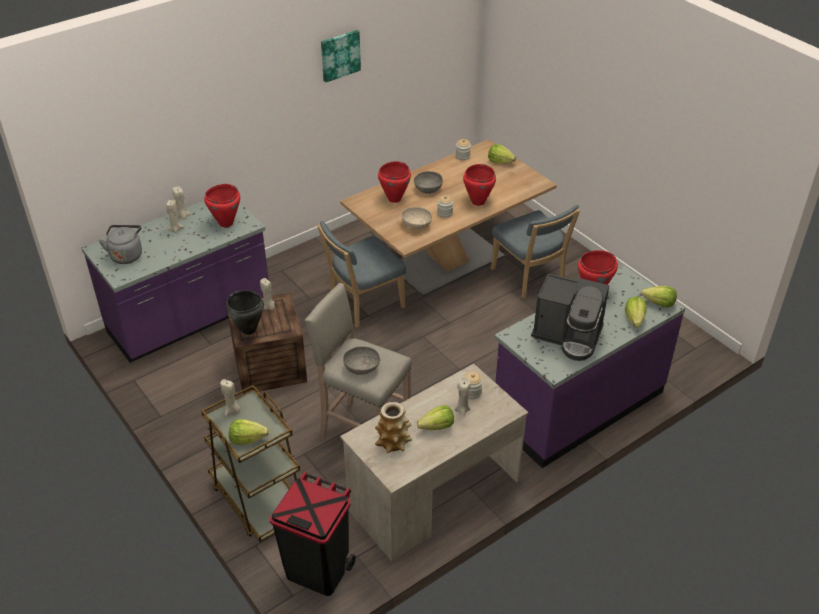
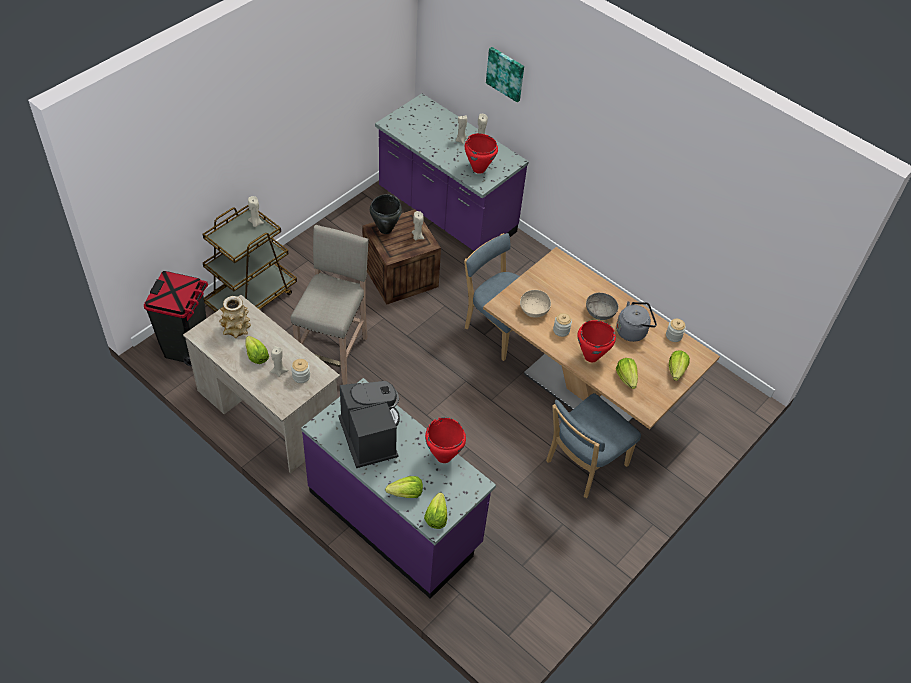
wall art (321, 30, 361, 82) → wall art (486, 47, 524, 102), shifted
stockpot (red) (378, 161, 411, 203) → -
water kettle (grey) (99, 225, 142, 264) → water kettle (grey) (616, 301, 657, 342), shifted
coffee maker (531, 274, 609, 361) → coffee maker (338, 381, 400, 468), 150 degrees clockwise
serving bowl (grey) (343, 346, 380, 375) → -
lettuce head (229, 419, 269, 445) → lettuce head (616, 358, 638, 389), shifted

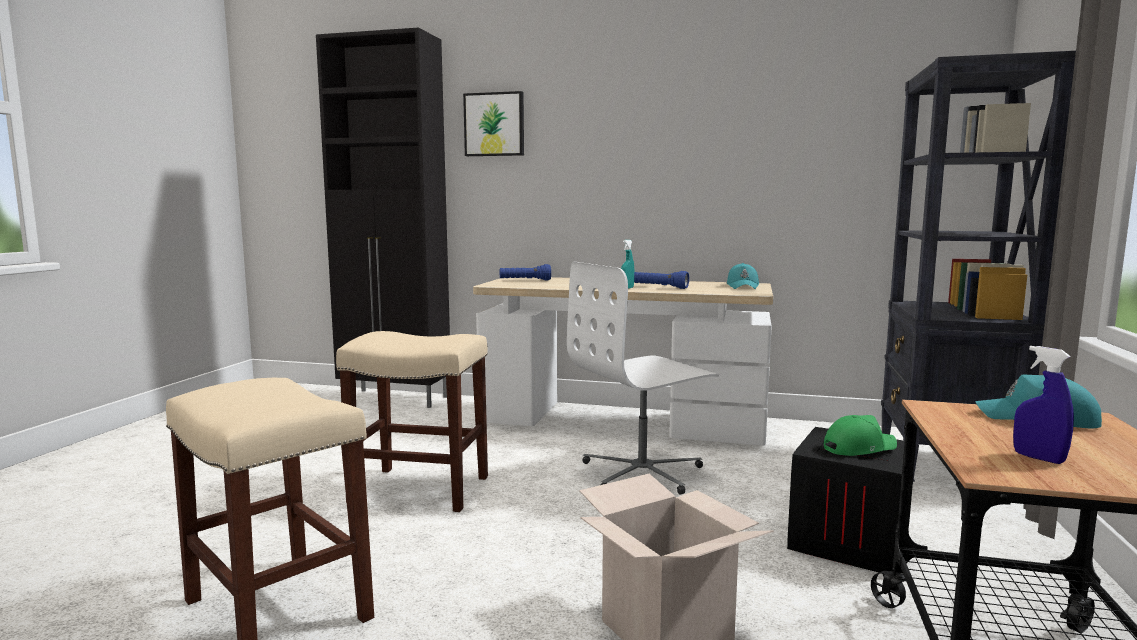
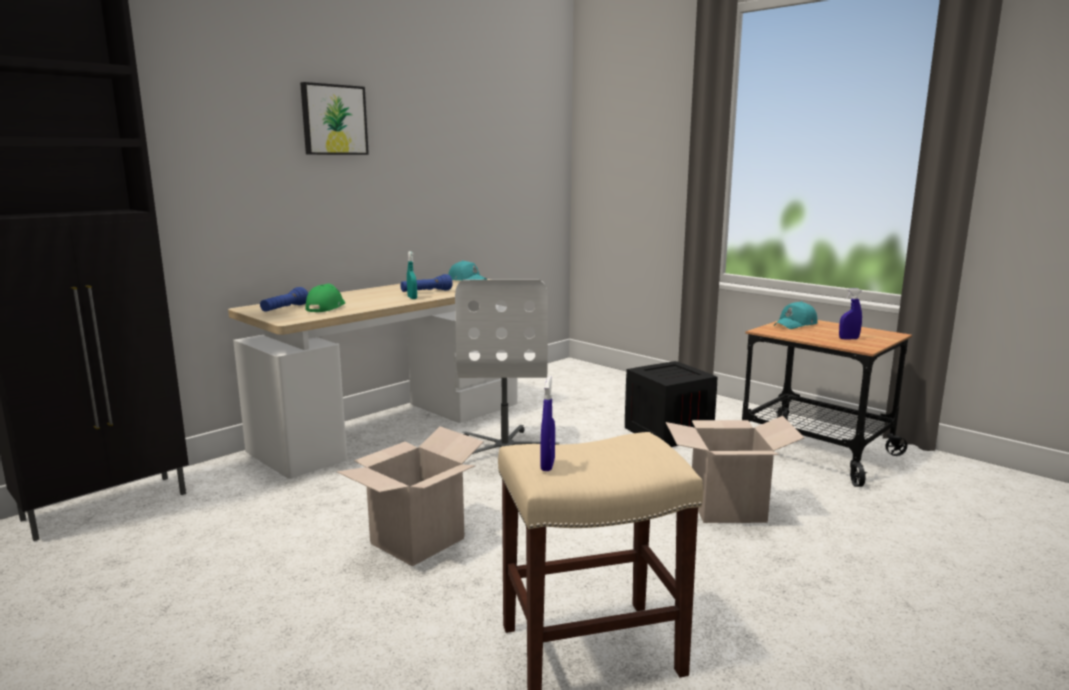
bookshelf (black) (881, 51, 1076, 482) → -
wall art (463, 91, 524, 156) → wall art (300, 82, 369, 155), shifted
stool (sand-coloured) (336, 331, 488, 512) → packing box (337, 426, 483, 567)
cap (green) (824, 415, 897, 456) → cap (green) (305, 284, 345, 312), shifted
- → spray bottle (blue) (540, 376, 555, 471)

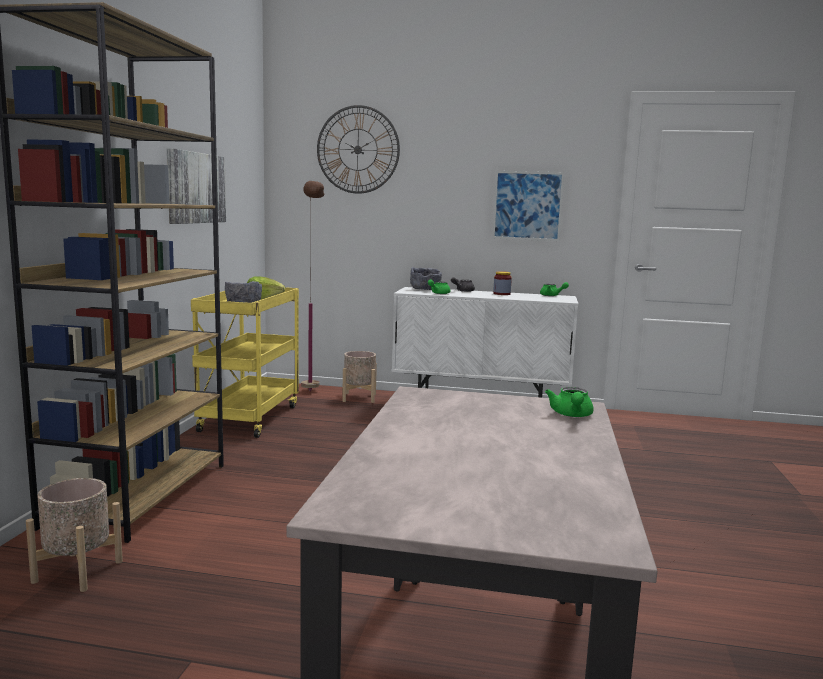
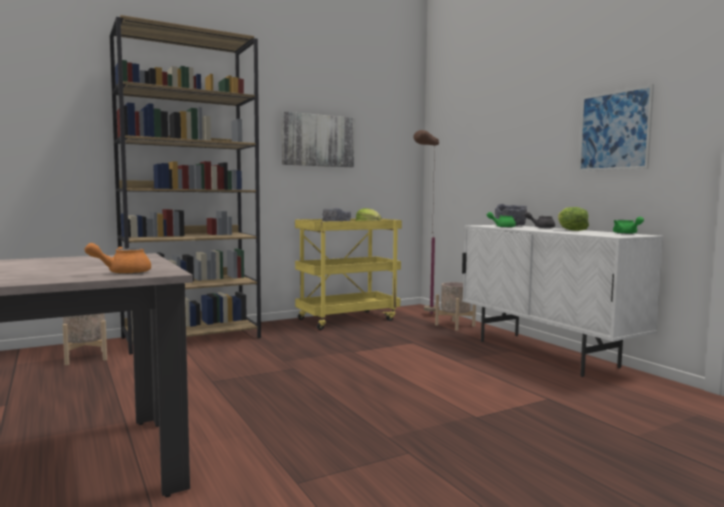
wall clock (317, 105, 400, 194) → -
jar (493, 271, 512, 295) → lettuce head (558, 207, 589, 231)
tea pot (green) (545, 387, 594, 417) → tea pot (orangey) (84, 243, 151, 274)

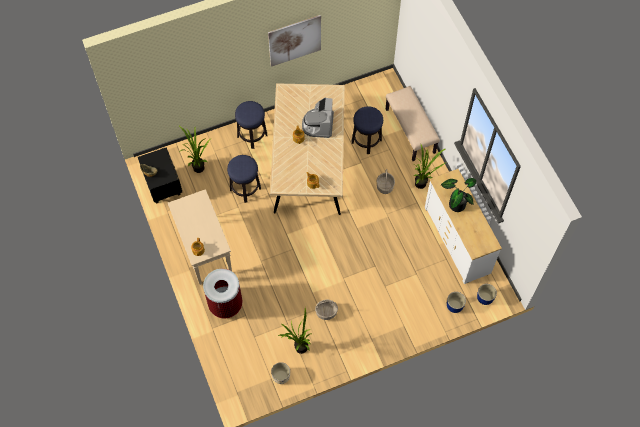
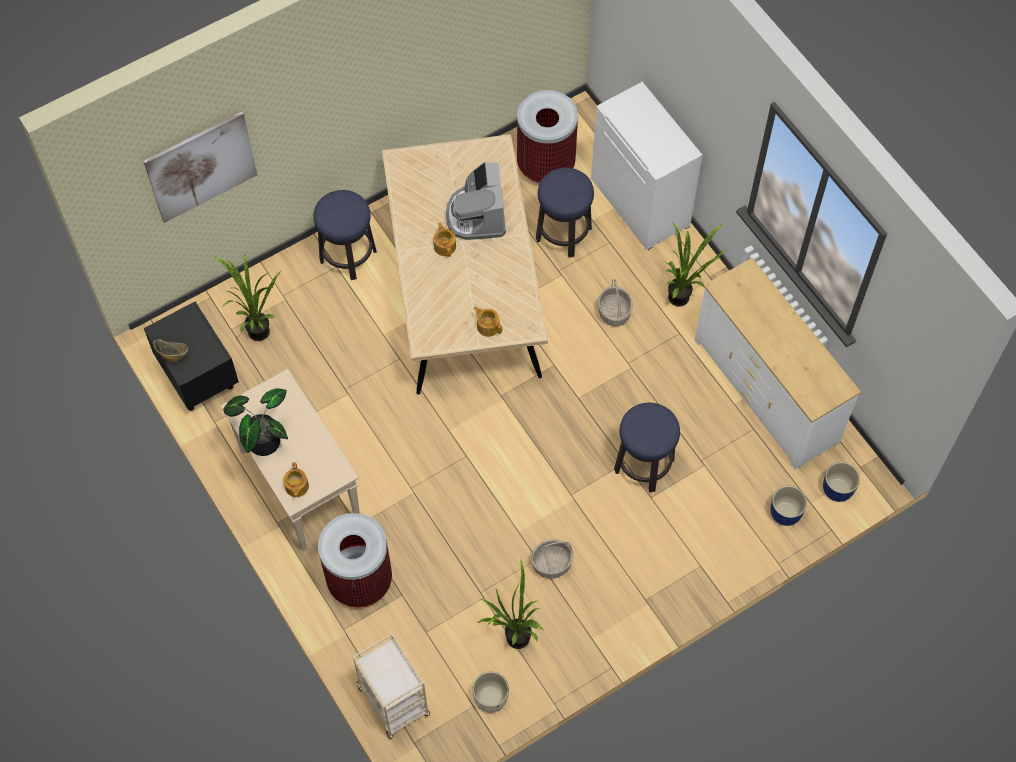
wall art (268, 15, 321, 67) → wall art (144, 111, 257, 223), shifted
long seat (sand-coloured) (386, 86, 440, 161) → cabinet (whitish) (591, 82, 702, 250)
stool (227, 155, 261, 203) → stool (614, 403, 680, 493), shifted
potted plant (441, 178, 476, 212) → potted plant (223, 388, 288, 456), shifted
- → rubbish bin (517, 90, 578, 184)
- → cart (sand-coloured) (353, 633, 430, 739)

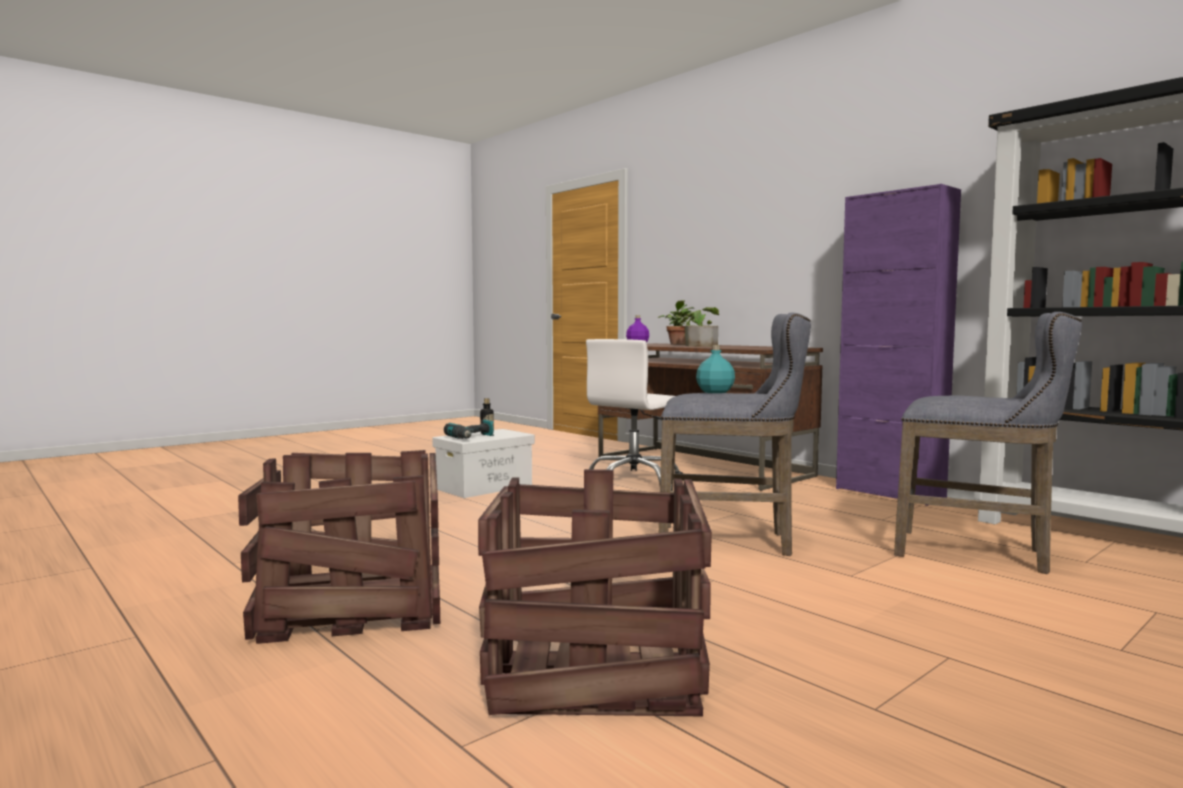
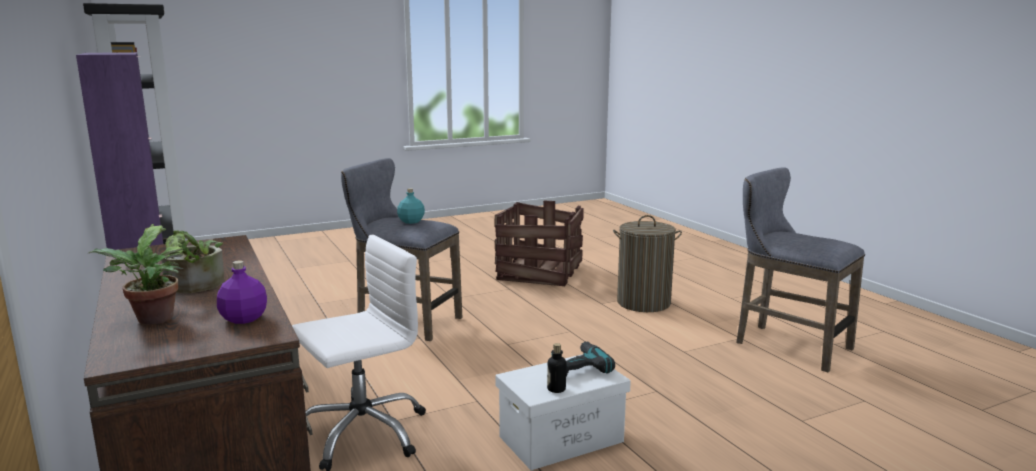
stool (grey) (894, 312, 1082, 574) → stool (grey) (736, 168, 865, 372), shifted
crate (238, 450, 440, 644) → laundry basket (613, 215, 682, 312)

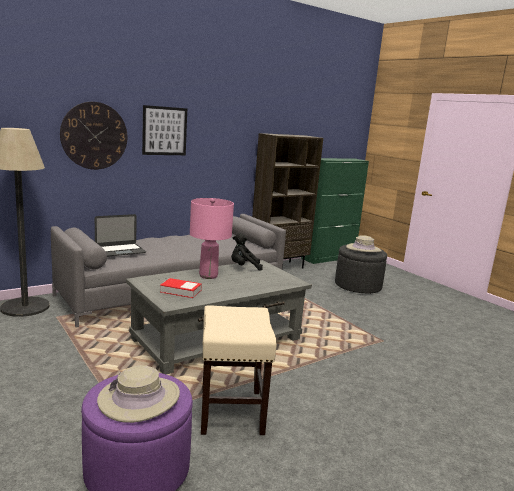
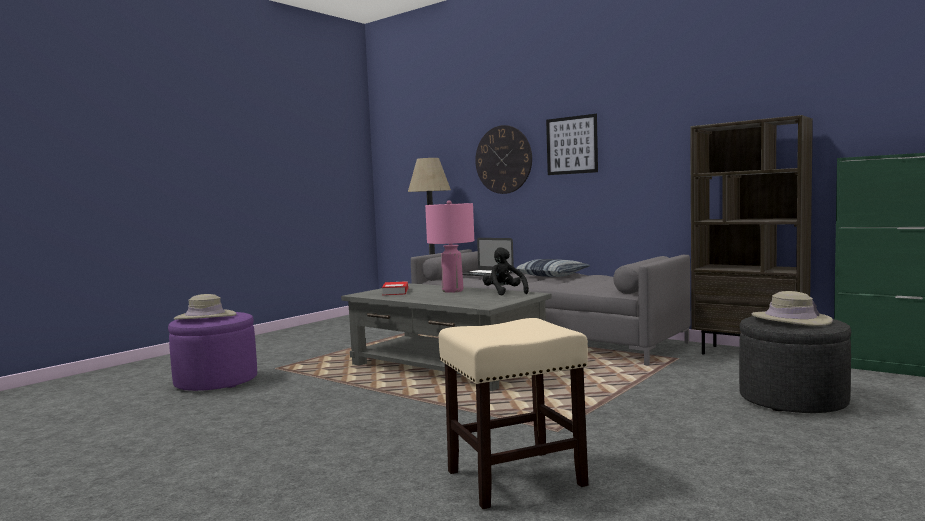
stool (sand-coloured) (201, 305, 277, 435) → stool (sand-coloured) (439, 318, 588, 509), shifted
- → cushion (516, 259, 590, 277)

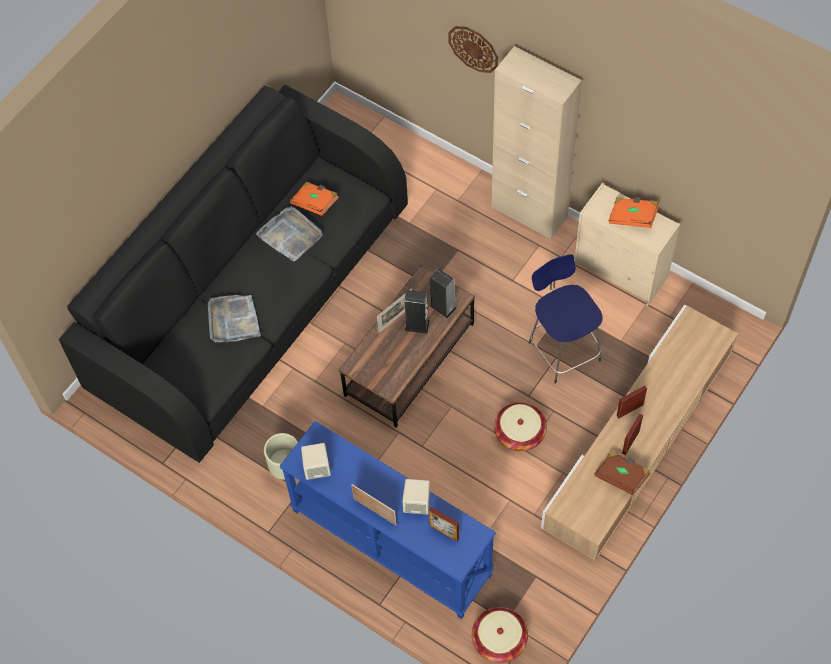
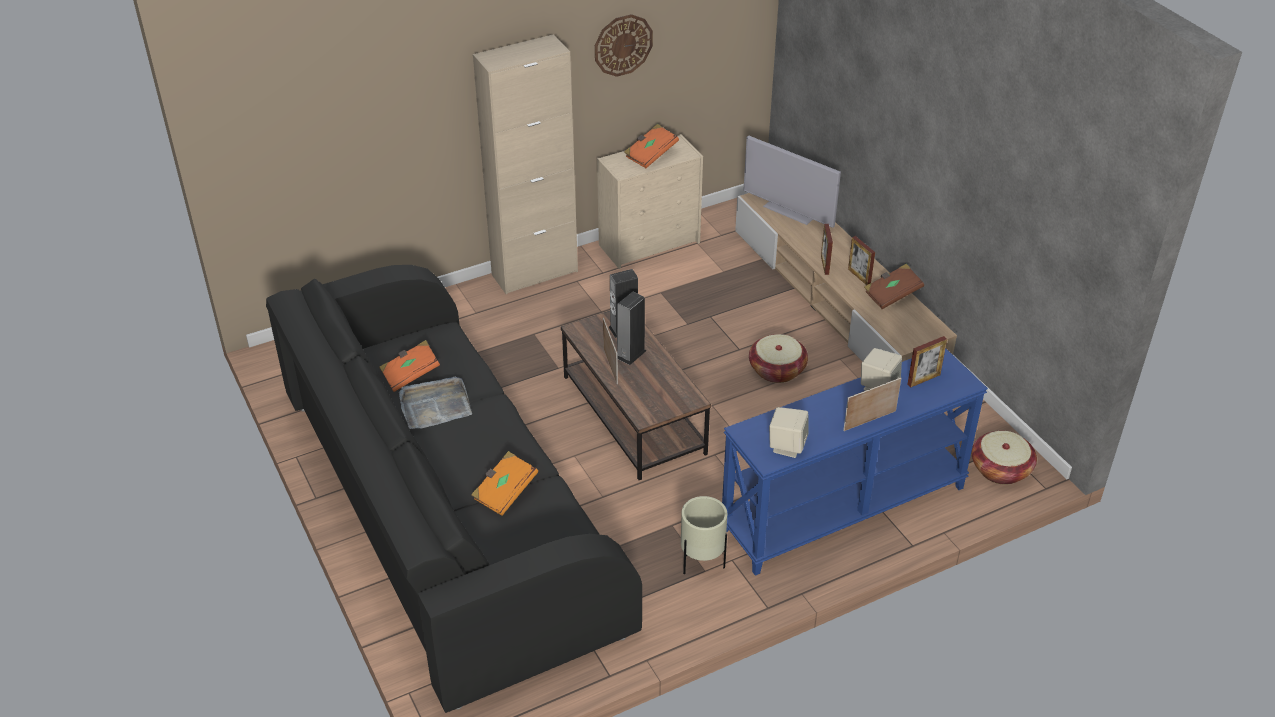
wall clock (448, 26, 498, 73) → wall clock (595, 14, 653, 77), shifted
stool (blue) (529, 254, 603, 384) → -
serving tray (grey) (208, 295, 261, 343) → bound book (orangey) (471, 451, 538, 516)
- → TV set (743, 136, 841, 228)

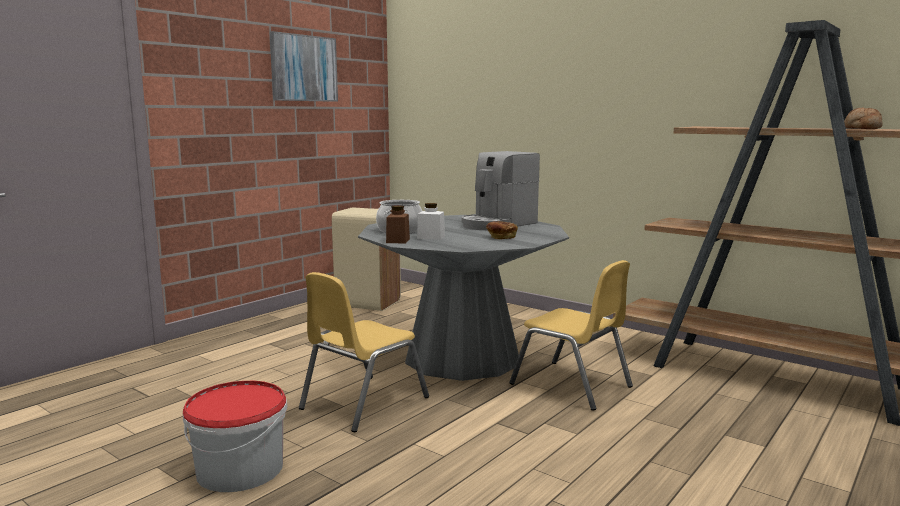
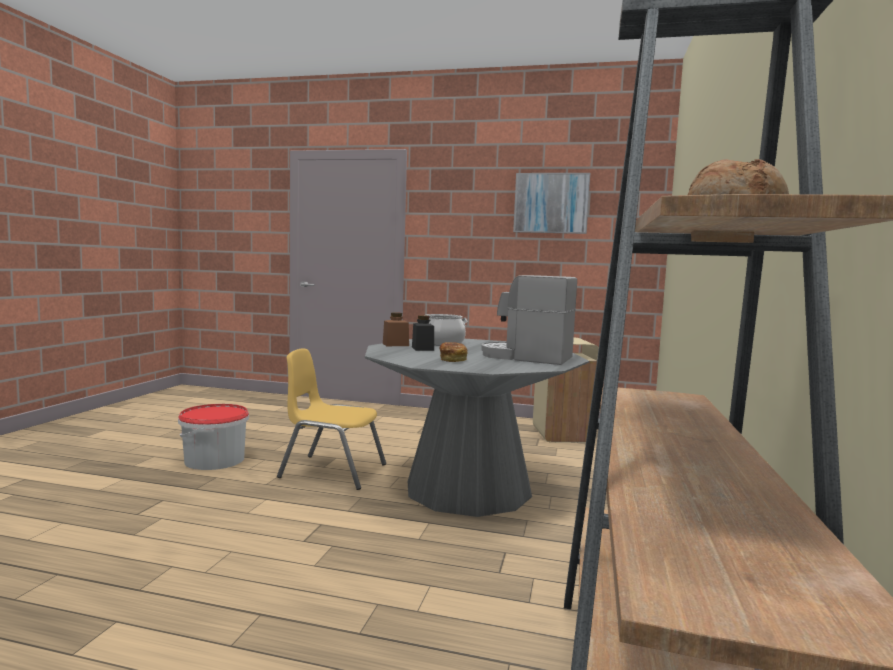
jar (whitish) (417, 203, 445, 240) → jar (black) (412, 315, 434, 351)
plain chair (yellowish) (509, 260, 633, 411) → -

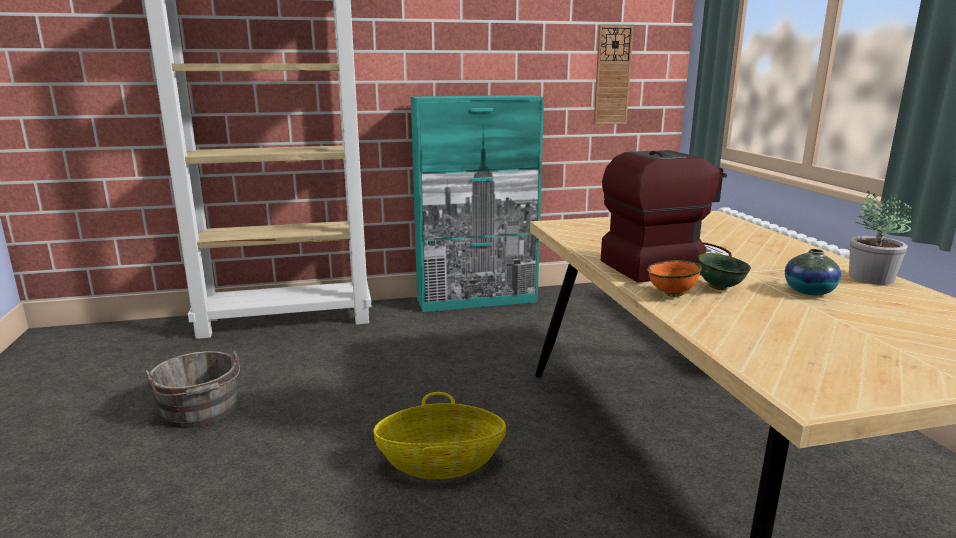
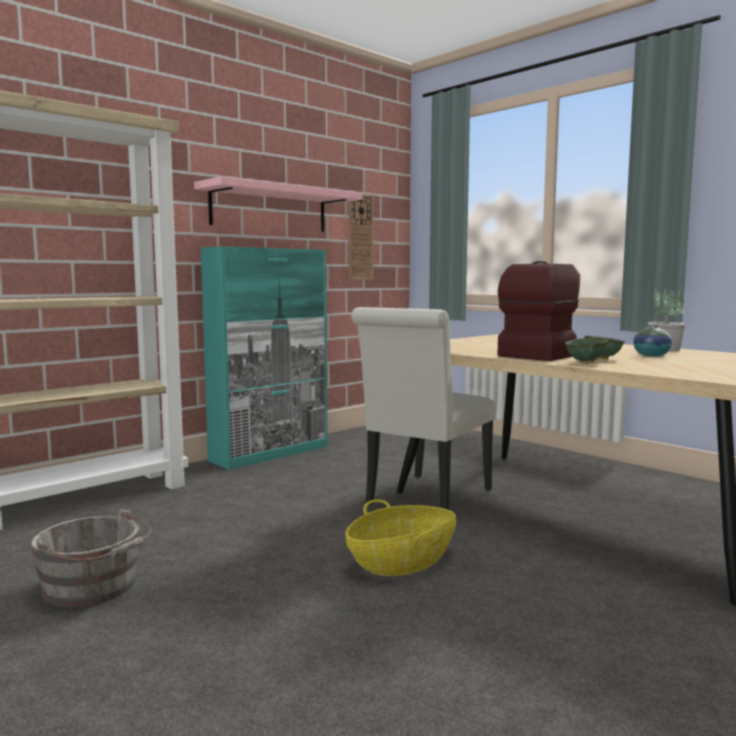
serving bowl (orangey) (647, 260, 702, 297) → serving bowl (green) (565, 338, 608, 364)
- → shelf (pink) (194, 176, 362, 232)
- → plain chair (whitish) (352, 307, 496, 510)

